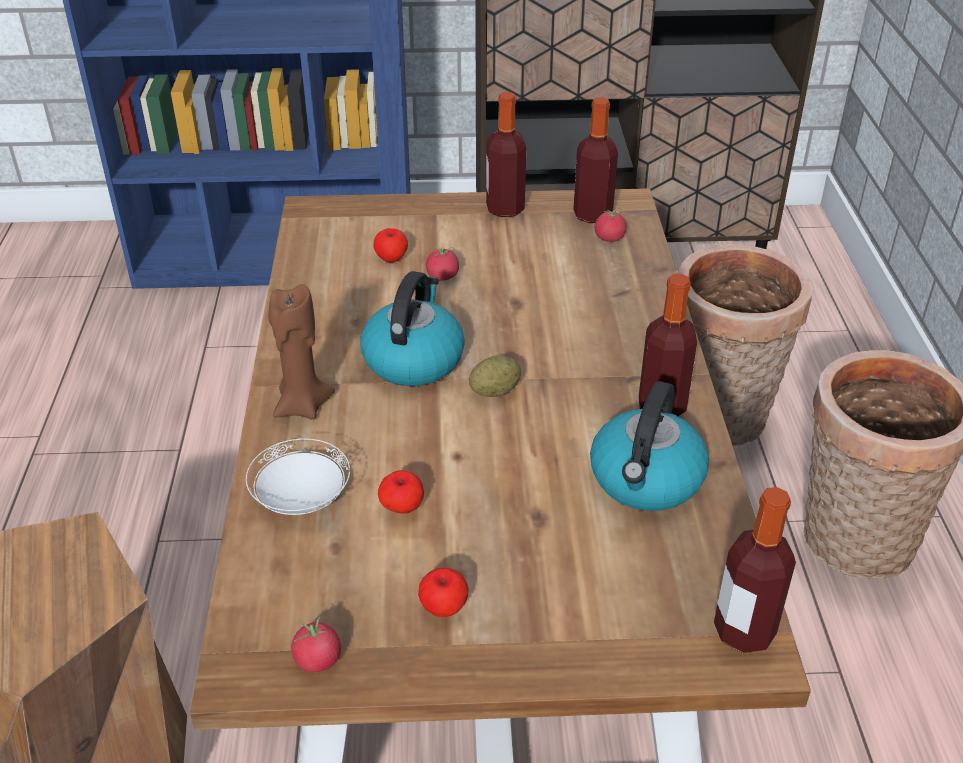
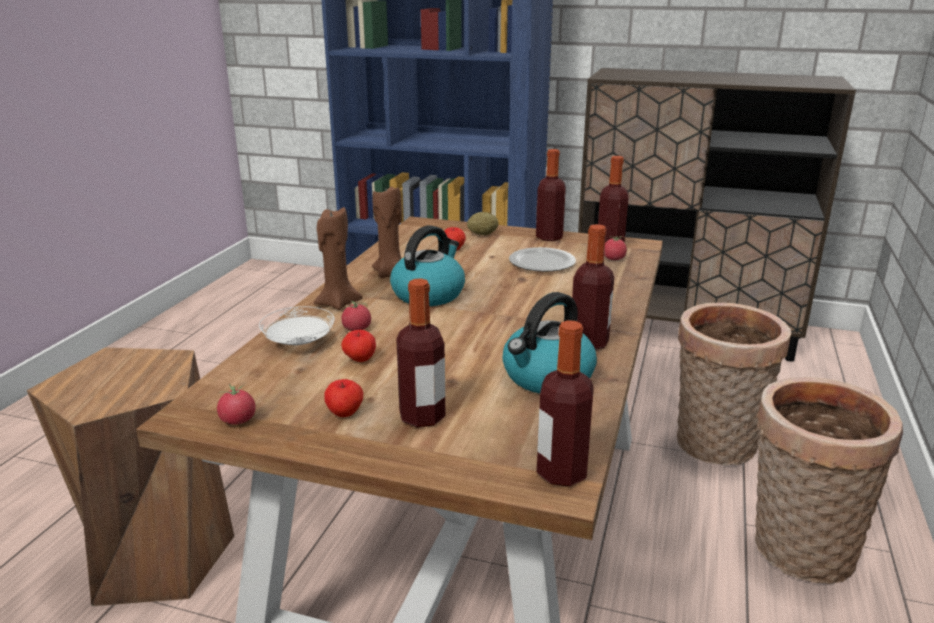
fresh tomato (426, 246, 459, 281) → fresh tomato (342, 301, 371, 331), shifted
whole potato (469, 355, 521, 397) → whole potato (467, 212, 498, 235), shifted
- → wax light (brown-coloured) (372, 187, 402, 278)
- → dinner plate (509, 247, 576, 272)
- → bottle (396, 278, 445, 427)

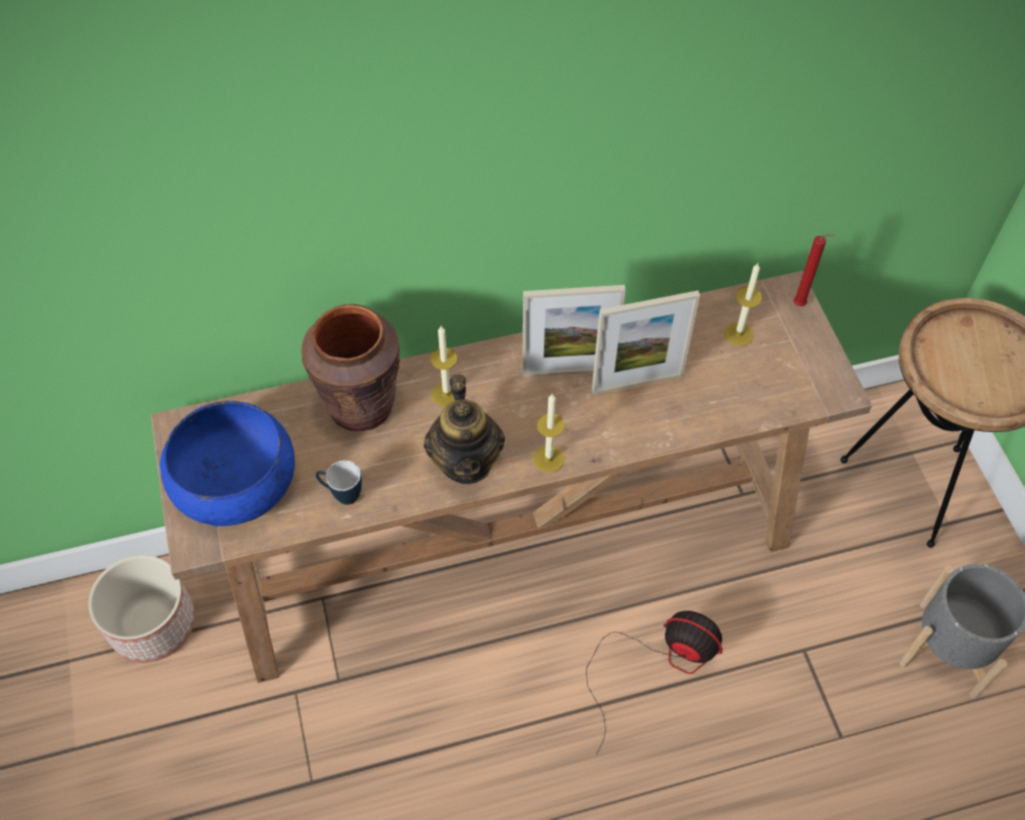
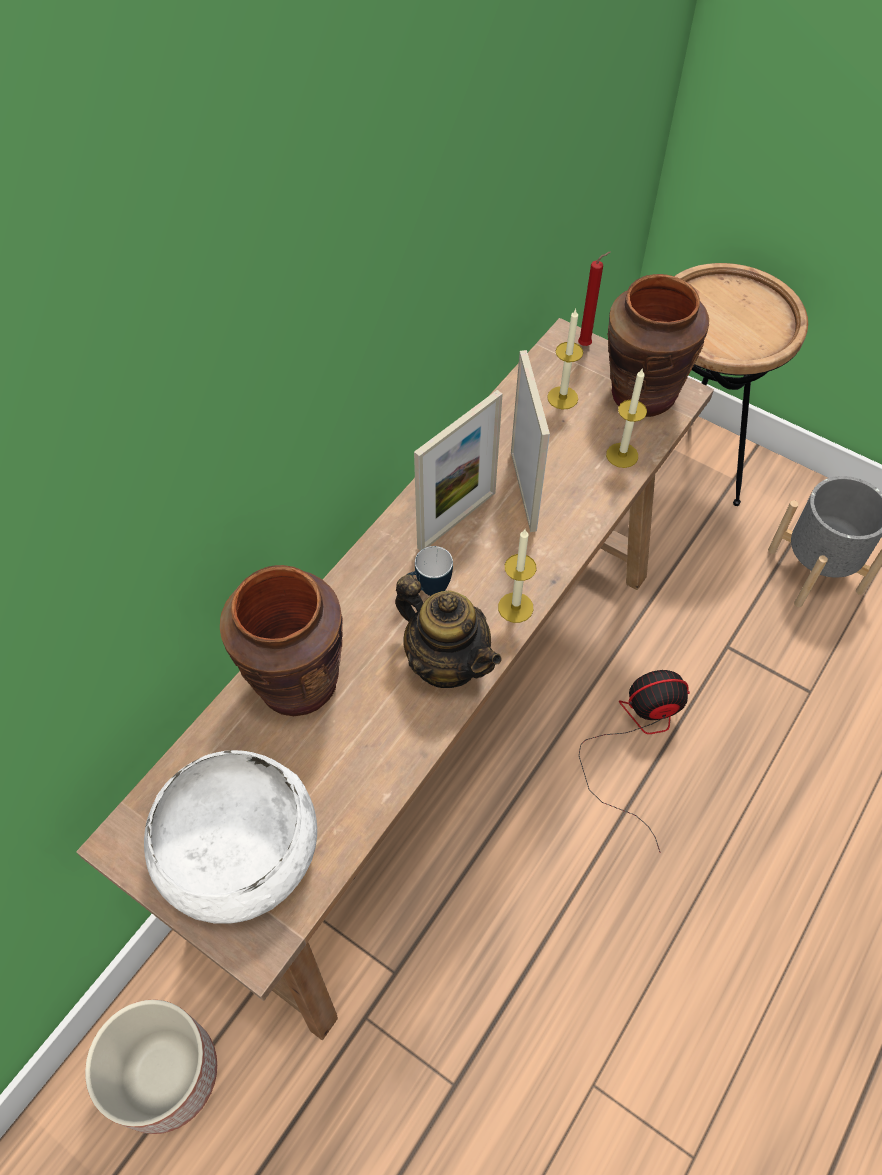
photo frame (592, 291, 700, 394) → photo frame (511, 350, 550, 532), 45 degrees counterclockwise
wax light (430, 326, 457, 407) → wax light (606, 369, 647, 468), shifted
serving bowl (blue) (160, 401, 295, 527) → serving bowl (whitish) (144, 750, 317, 924)
tea mug (316, 460, 362, 505) → tea mug (406, 546, 453, 596), shifted
- → flower vase (brown-coloured) (607, 274, 709, 417)

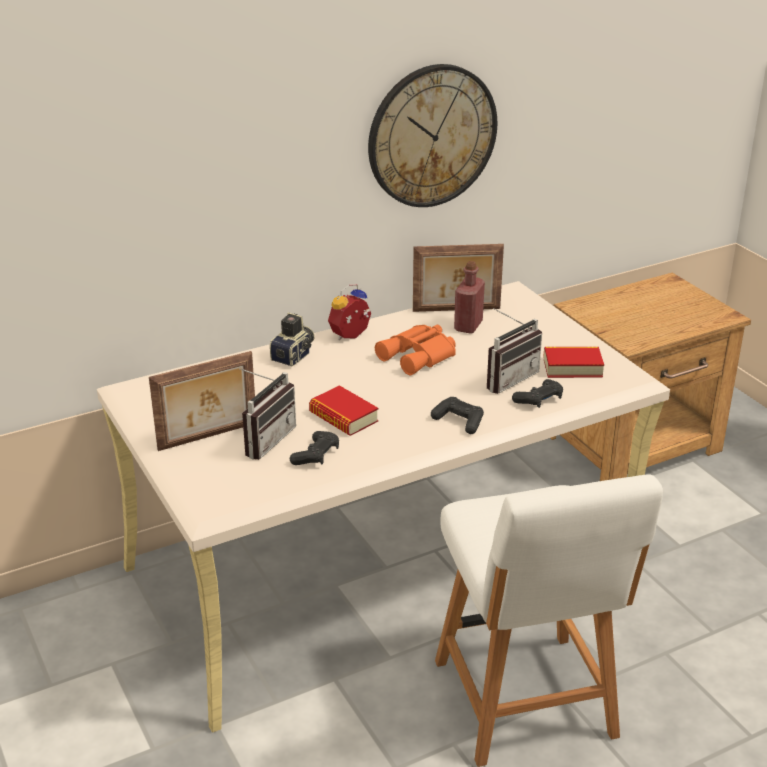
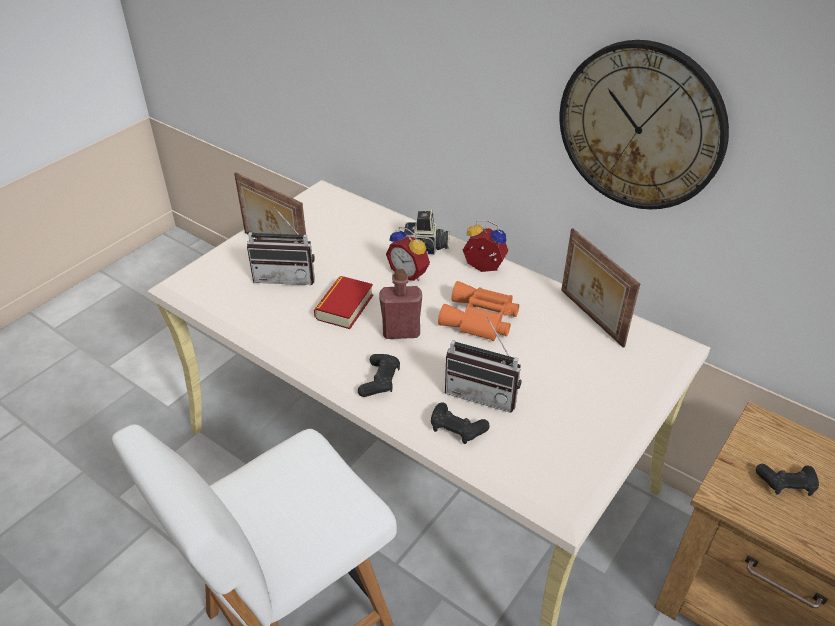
bottle (red) (454, 261, 485, 334) → bottle (red) (379, 269, 422, 339), shifted
bound book (544, 347, 604, 378) → -
game controller (black) (290, 431, 339, 465) → game controller (black) (756, 464, 819, 496), shifted
- → alarm clock (386, 227, 430, 281)

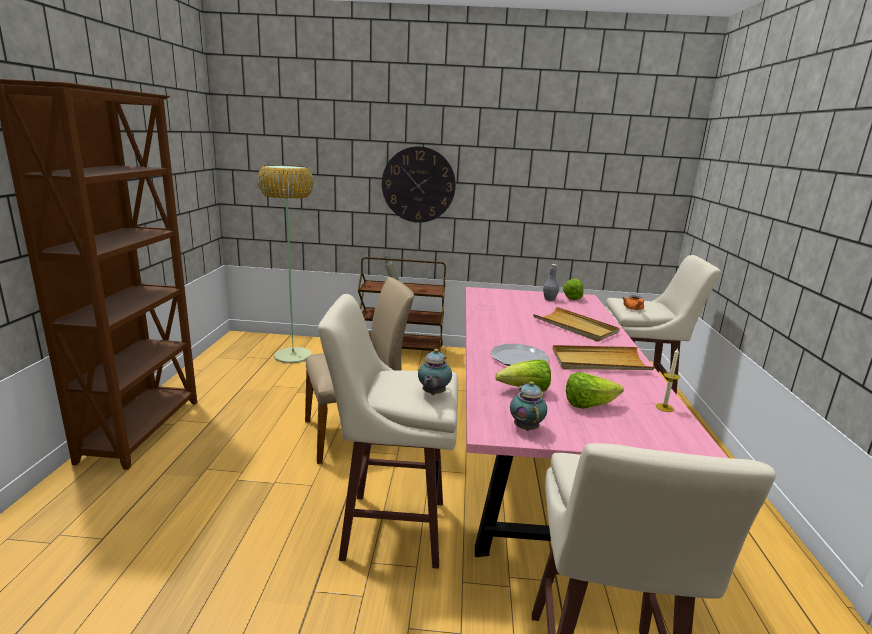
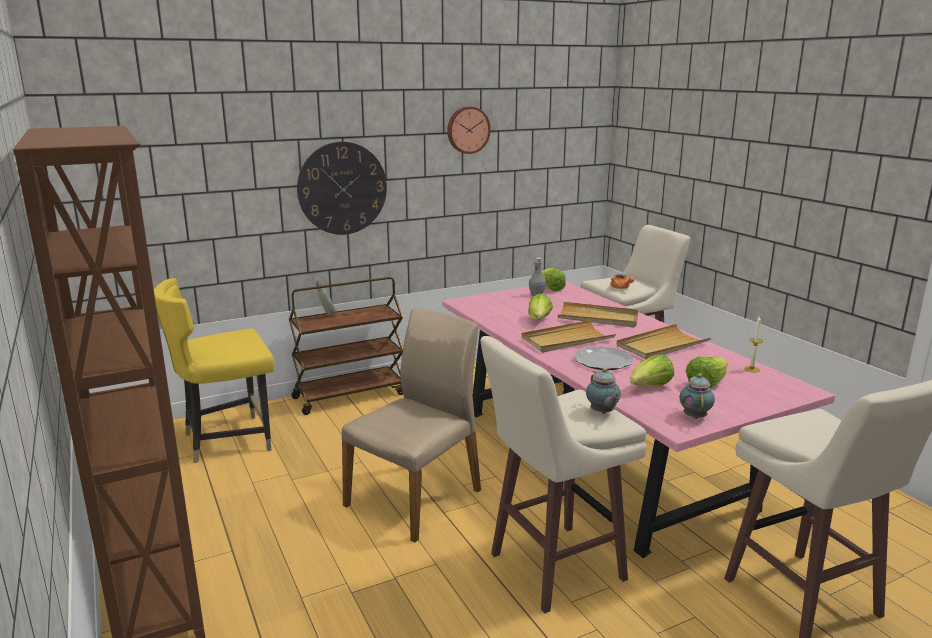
standard lamp (257, 165, 314, 363) → plain chair (yellowish) (154, 278, 275, 463)
tea pot (510, 381, 547, 431) → tea pot (679, 373, 715, 419), 45 degrees clockwise
- → wall clock (447, 106, 491, 154)
- → lettuce head (528, 293, 553, 320)
- → serving tray (sand-coloured) (521, 320, 616, 353)

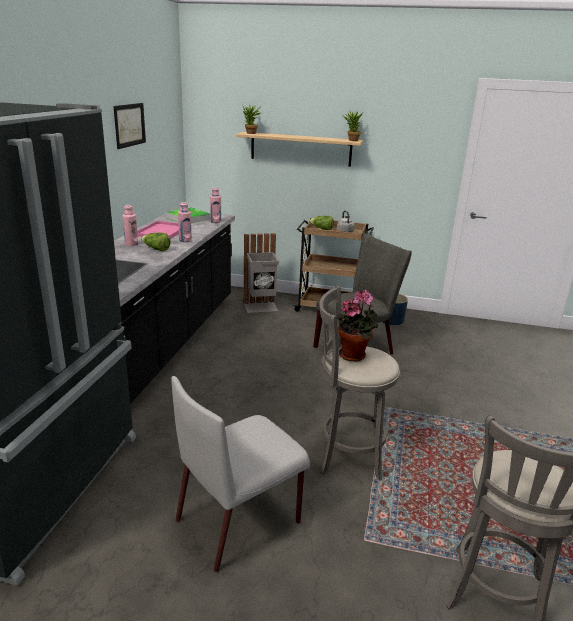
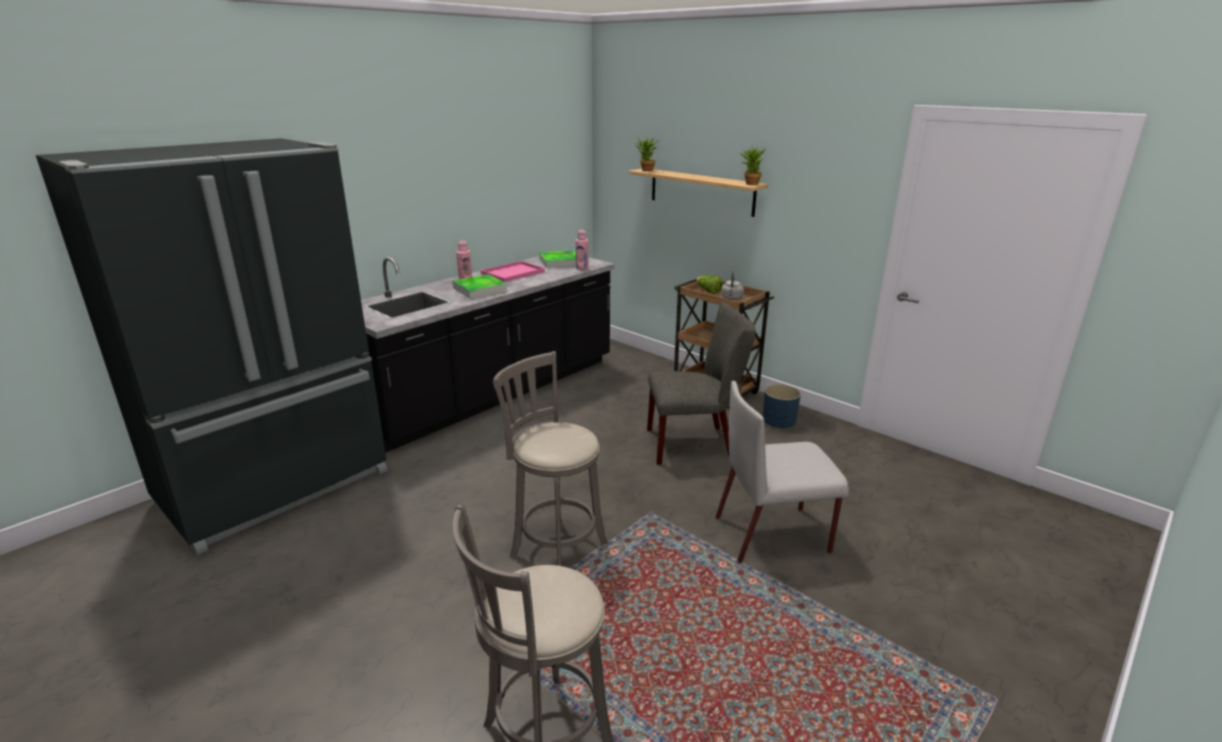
wall art (113, 103, 146, 149) → -
bottle (pink) (178, 202, 192, 242) → -
lettuce head (141, 233, 171, 251) → serving tray (453, 274, 507, 298)
rubbish bin (grey) (243, 233, 279, 313) → -
potted plant (337, 290, 378, 361) → -
plain chair (grey) (171, 376, 310, 572) → plain chair (grey) (716, 381, 849, 563), shifted

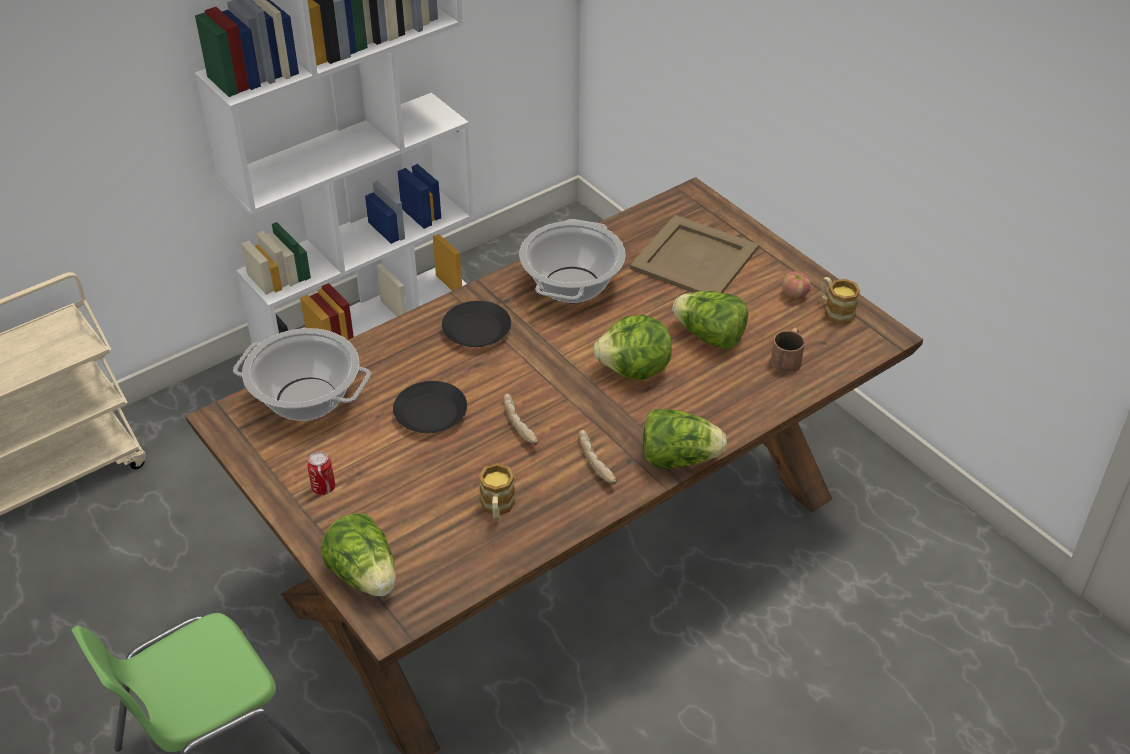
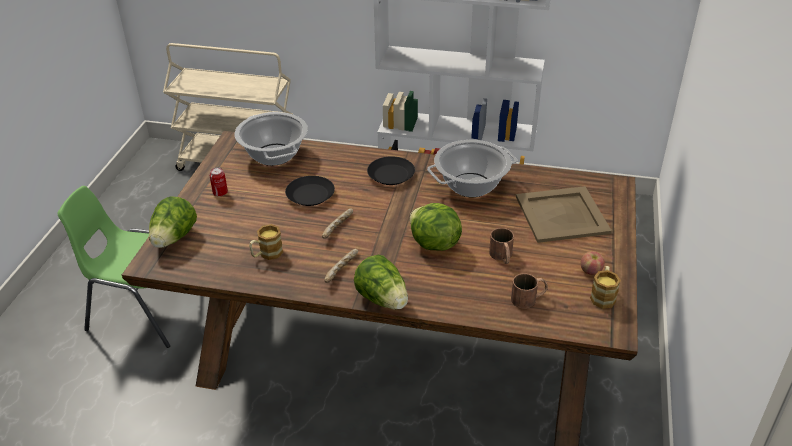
lettuce head (672, 291, 748, 350) → tea mug (brown-coloured) (489, 228, 514, 264)

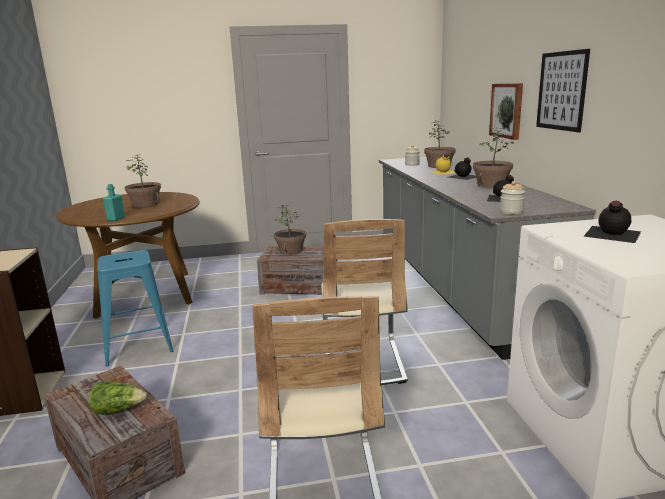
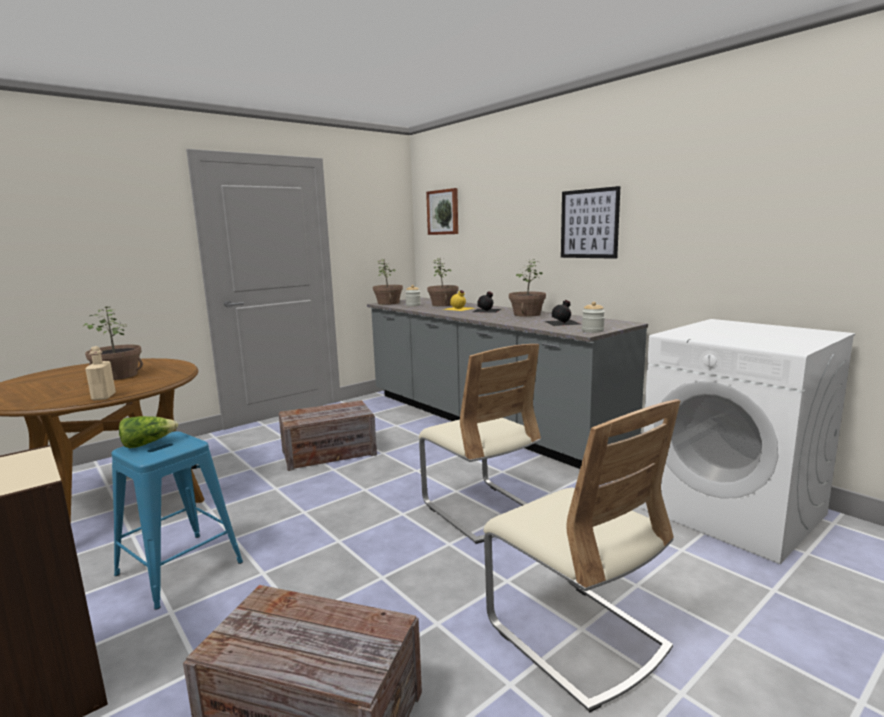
wall art (489, 83, 523, 140) → wall art (426, 188, 458, 235), shifted
bottle (turquoise) (103, 184, 125, 221) → bottle (sand-coloured) (85, 346, 116, 401)
bottle (black) (583, 201, 641, 243) → -
potted plant (274, 204, 306, 255) → potted plant (373, 259, 403, 305), shifted
lettuce head (89, 382, 147, 415) → lettuce head (119, 416, 178, 448), shifted

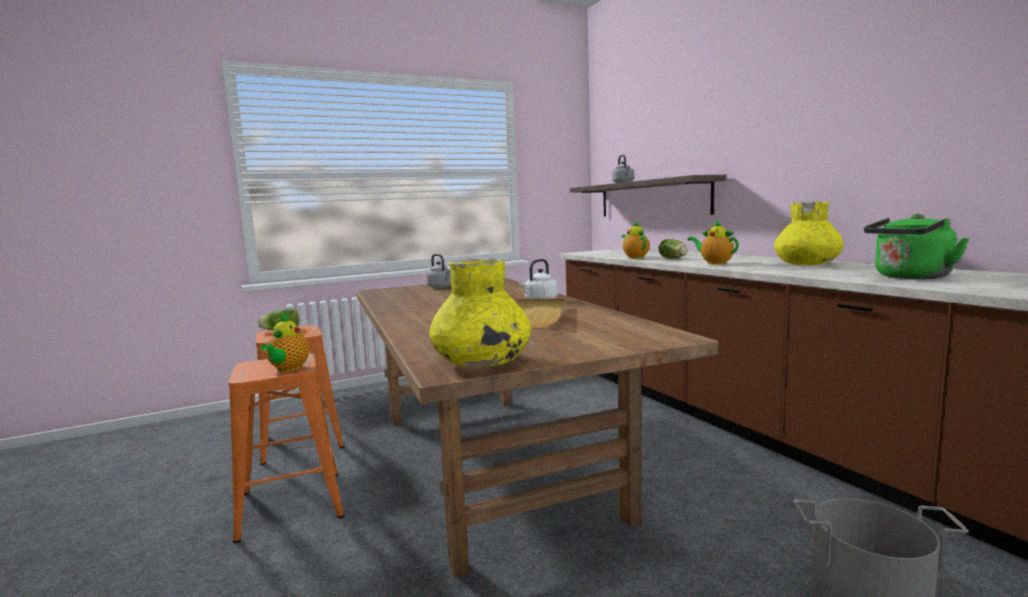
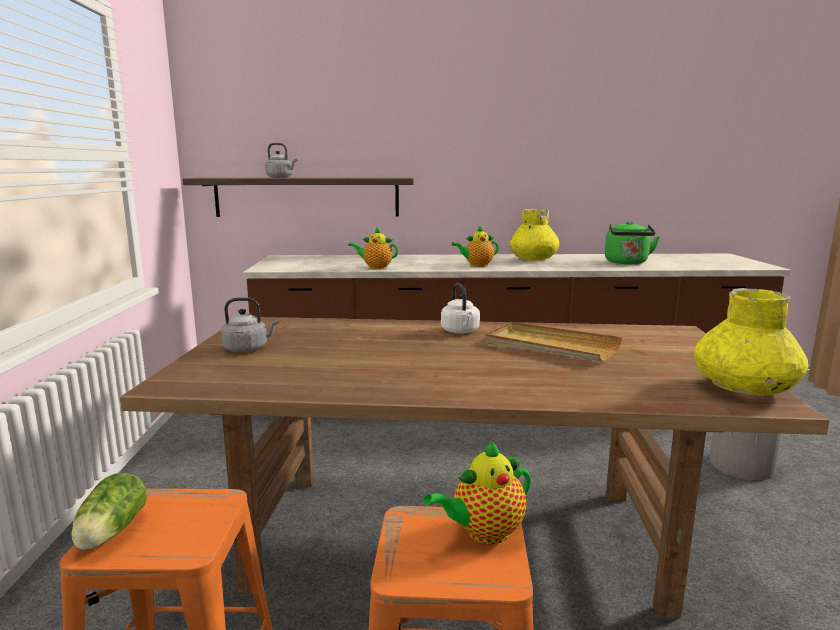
lettuce head (658, 239, 687, 258) → -
tea pot (260, 313, 309, 372) → tea pot (424, 440, 531, 544), 120 degrees clockwise

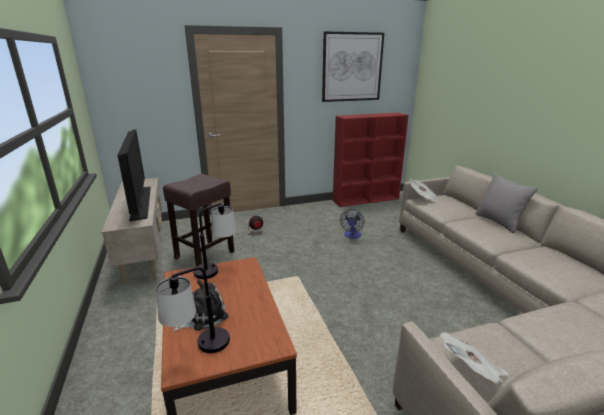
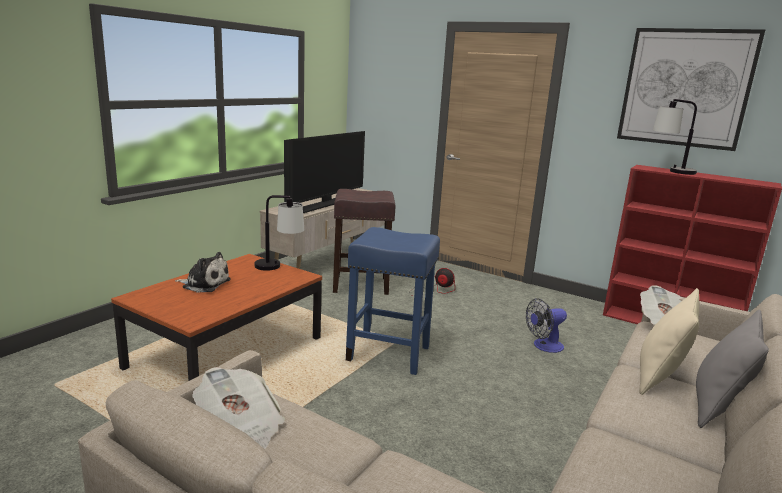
tabletop lamp (156, 267, 230, 353) → tabletop lamp (653, 99, 697, 175), shifted
- → stool (blue) (346, 227, 440, 375)
- → cushion (sand-coloured) (639, 288, 699, 395)

